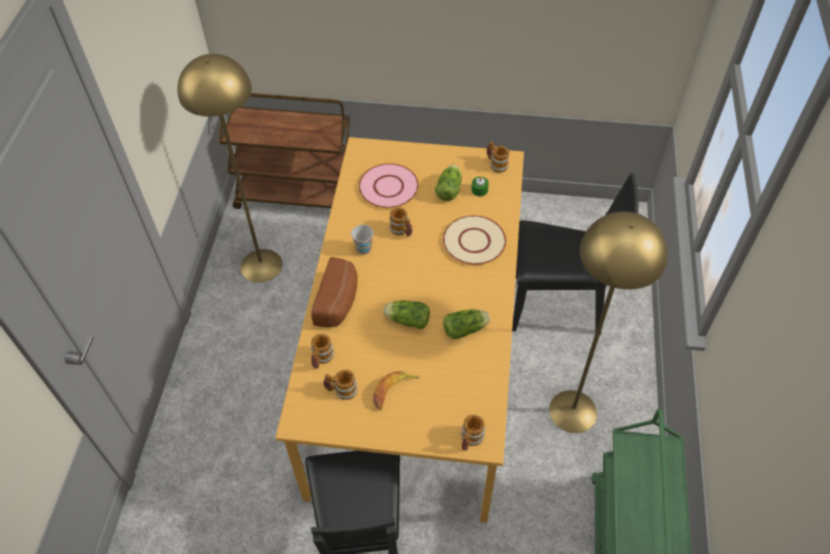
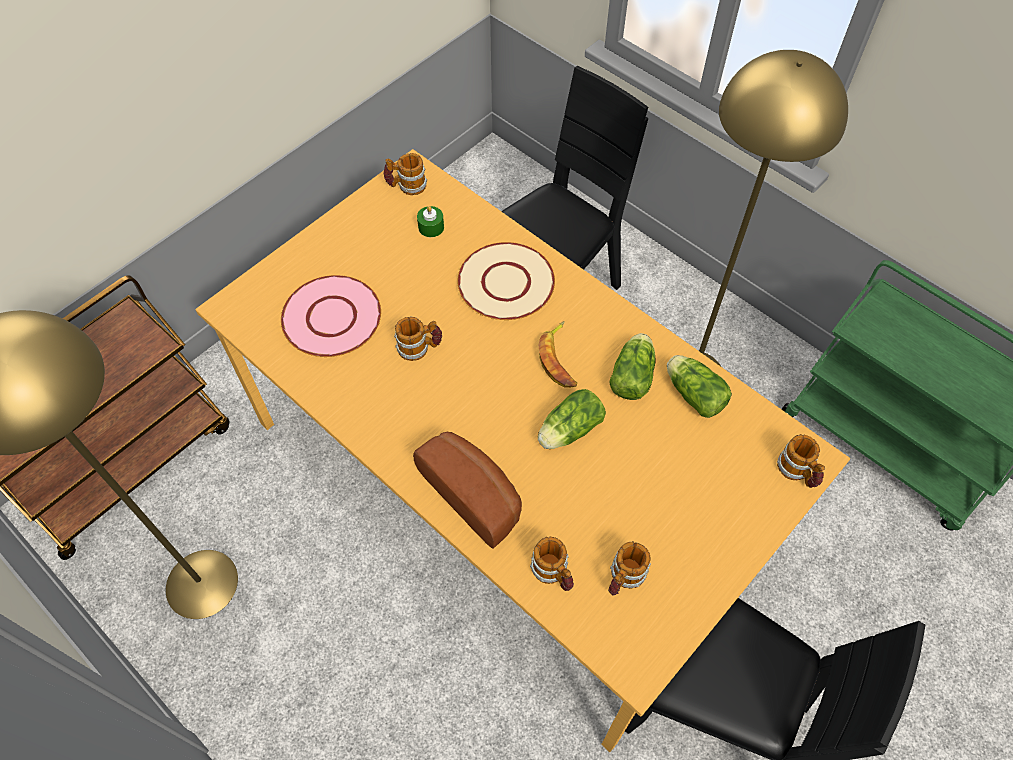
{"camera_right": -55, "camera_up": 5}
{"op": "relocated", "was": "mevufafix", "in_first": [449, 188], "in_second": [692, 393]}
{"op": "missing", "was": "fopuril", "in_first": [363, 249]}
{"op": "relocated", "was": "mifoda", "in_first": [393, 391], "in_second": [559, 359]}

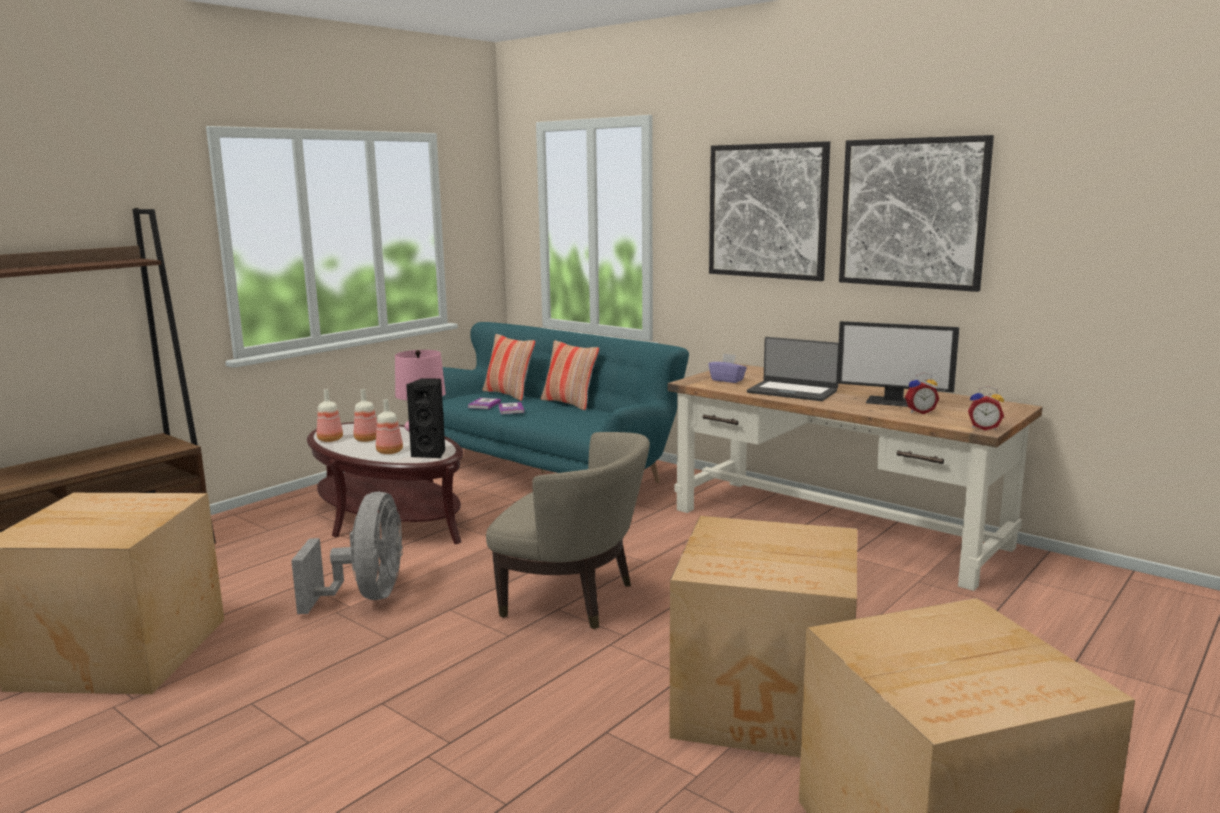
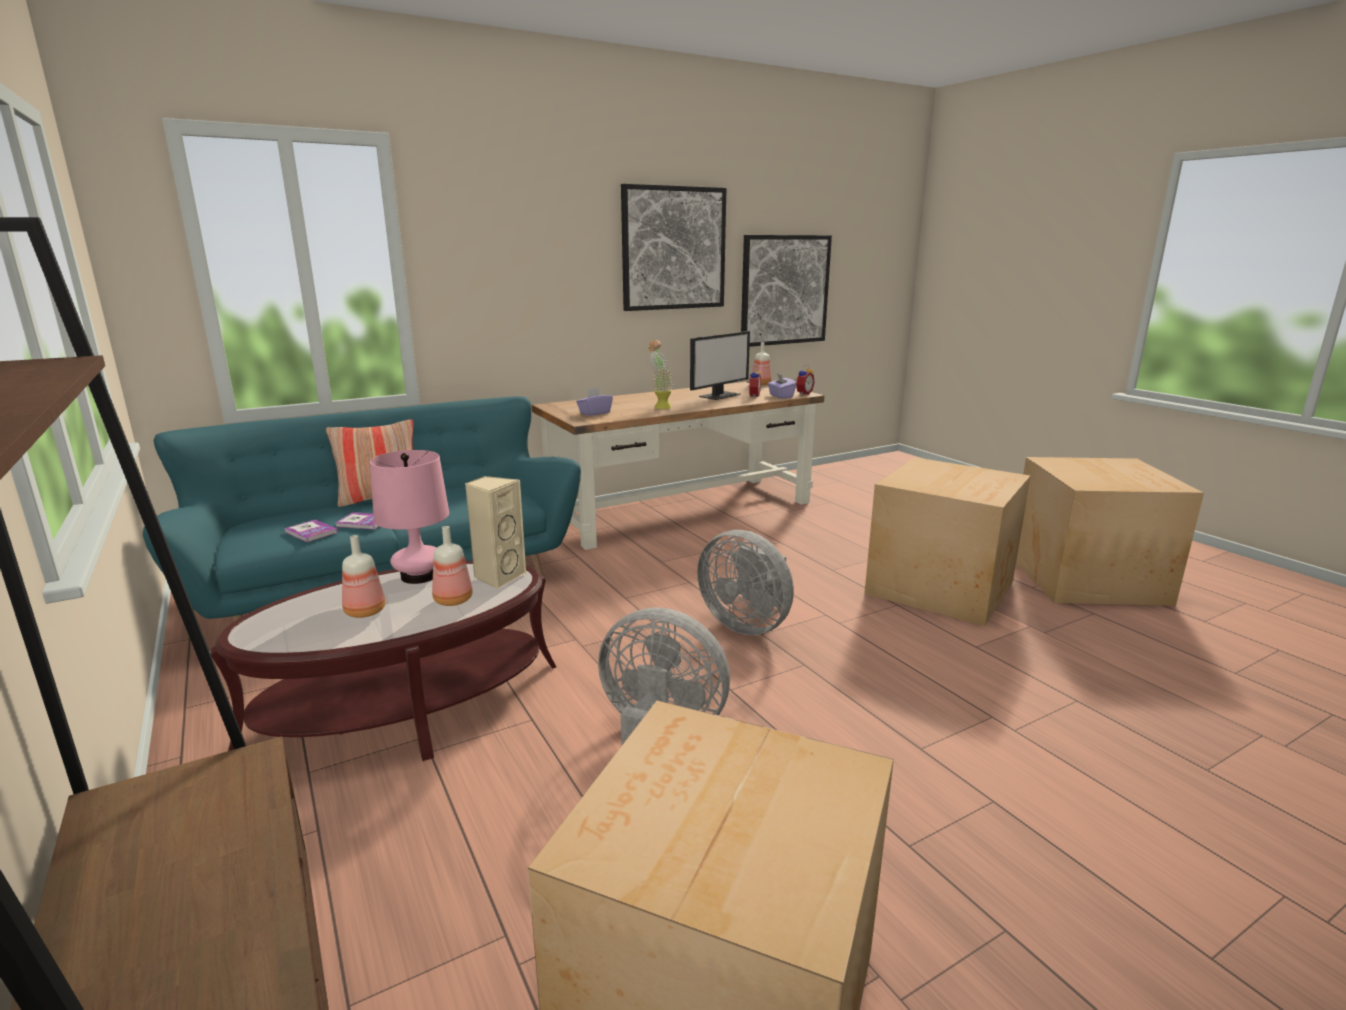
{"camera_right": -70, "camera_up": 5}
{"op": "relocated", "was": "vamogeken", "in_first": [767, 211], "in_second": [784, 290]}
{"op": "missing", "was": "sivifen", "in_first": [509, 394]}
{"op": "exchanged", "was": "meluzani", "now": "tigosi", "in_first": [792, 391], "in_second": [660, 406]}
{"op": "colour", "was": "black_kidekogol", "now": "beige_kidekogol", "in_first": [431, 453], "in_second": [498, 577]}
{"op": "relocated", "was": "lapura", "in_first": [329, 440], "in_second": [761, 384]}
{"op": "exchanged", "was": "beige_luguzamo", "now": "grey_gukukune", "in_first": [573, 600], "in_second": [747, 624]}
{"op": "appeared", "now": "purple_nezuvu", "in_second": [780, 396]}

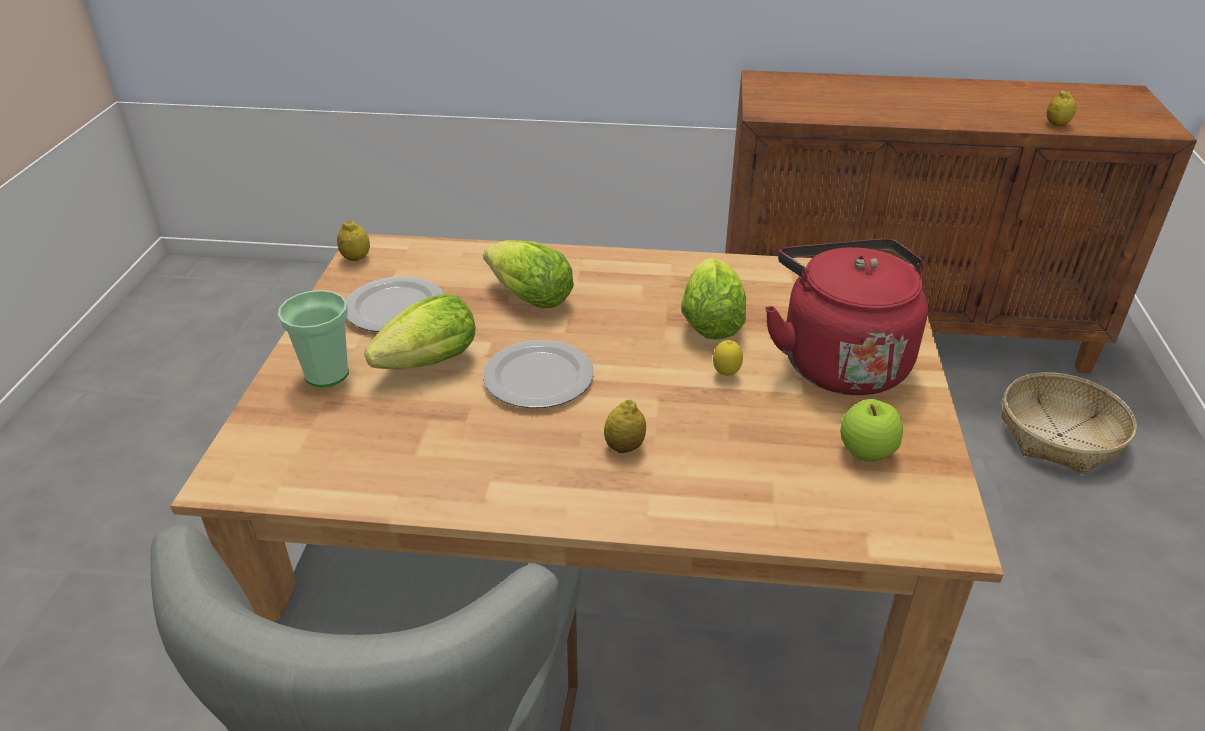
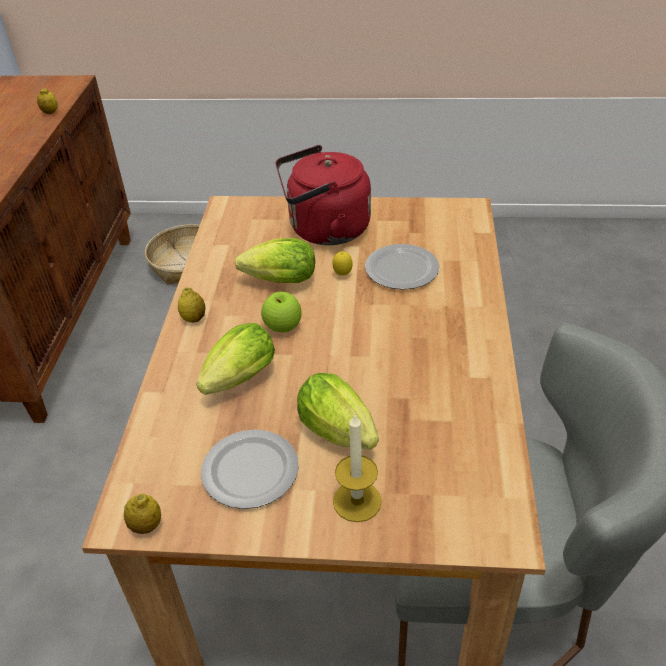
{"camera_right": -90, "camera_up": 5}
{"op": "exchanged", "was": "fopuril", "now": "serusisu", "in_first": [327, 374], "in_second": [357, 501]}
{"op": "relocated", "was": "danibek", "in_first": [540, 377], "in_second": [401, 269]}
{"op": "relocated", "was": "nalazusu", "in_first": [866, 453], "in_second": [283, 327]}
{"op": "relocated", "was": "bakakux", "in_first": [624, 447], "in_second": [194, 319]}

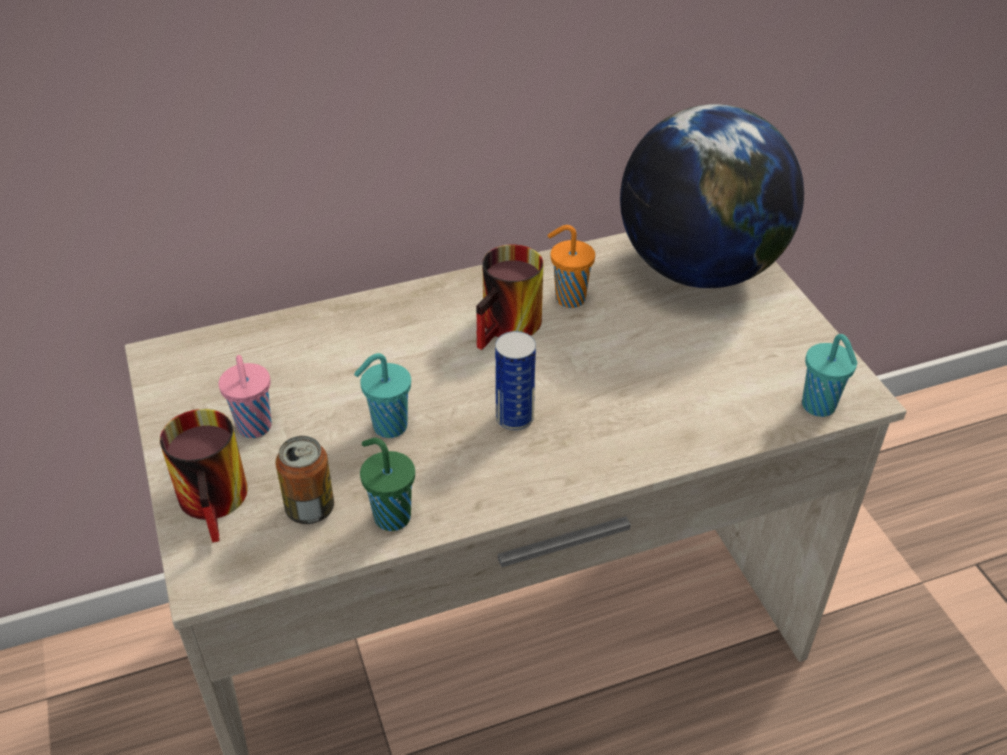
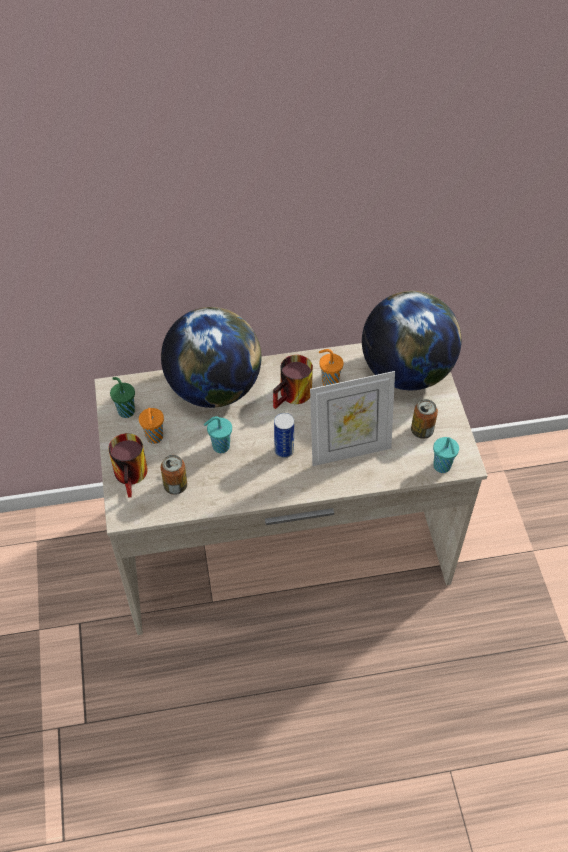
{"camera_right": 10, "camera_up": 10}
{"op": "colour", "was": "pink_fopuril", "now": "orange_fopuril", "in_first": [254, 428], "in_second": [154, 438]}
{"op": "relocated", "was": "green_fopuril", "in_first": [390, 516], "in_second": [125, 411]}
{"op": "appeared", "now": "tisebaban", "in_second": [214, 388]}
{"op": "appeared", "now": "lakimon", "in_second": [349, 450]}
{"op": "appeared", "now": "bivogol", "in_second": [422, 431]}

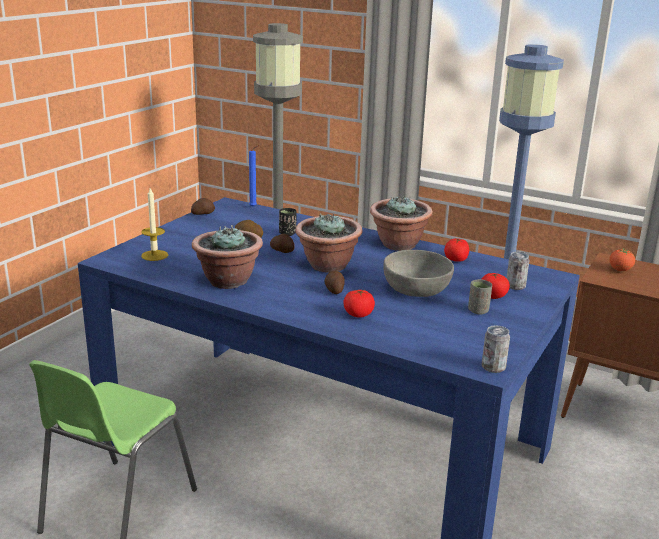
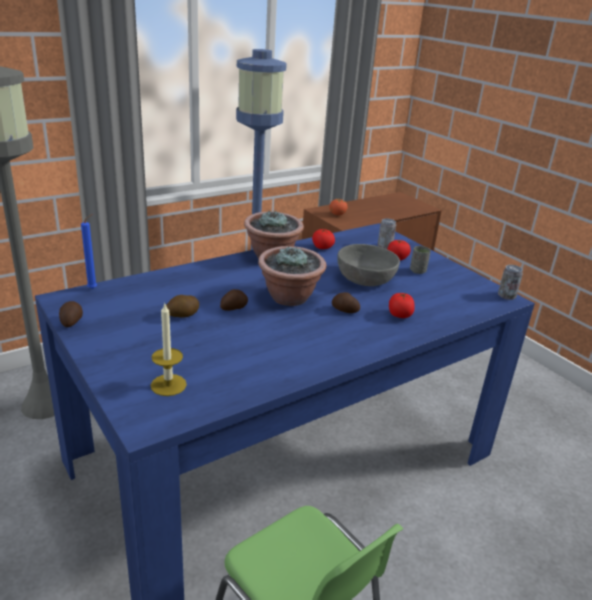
{"camera_right": -65, "camera_up": 5}
{"op": "missing", "was": "black_fopuril", "in_first": [287, 233]}
{"op": "missing", "was": "tigosi", "in_first": [228, 281]}

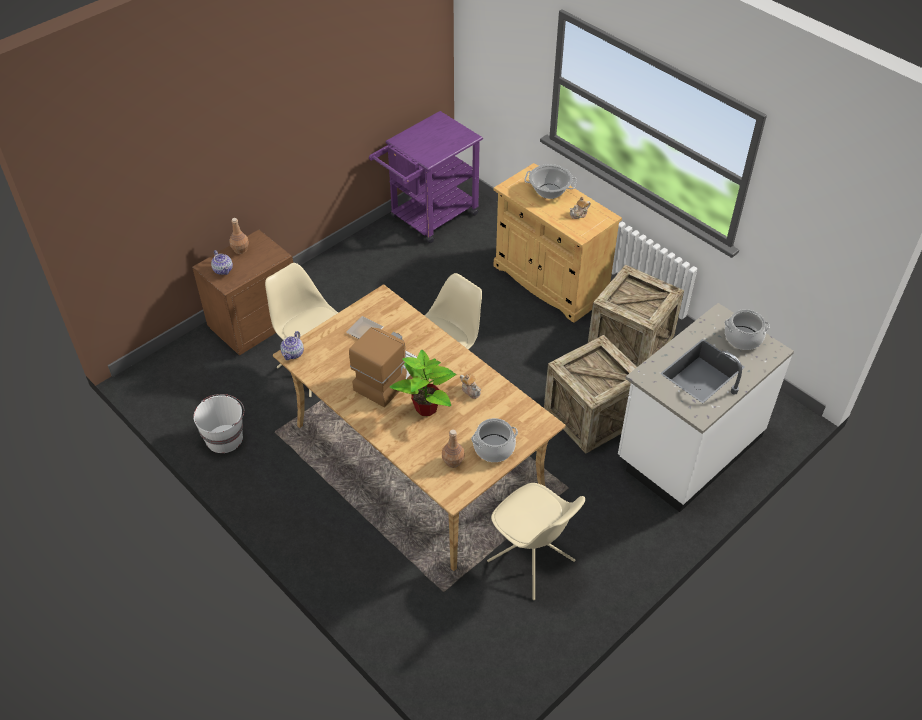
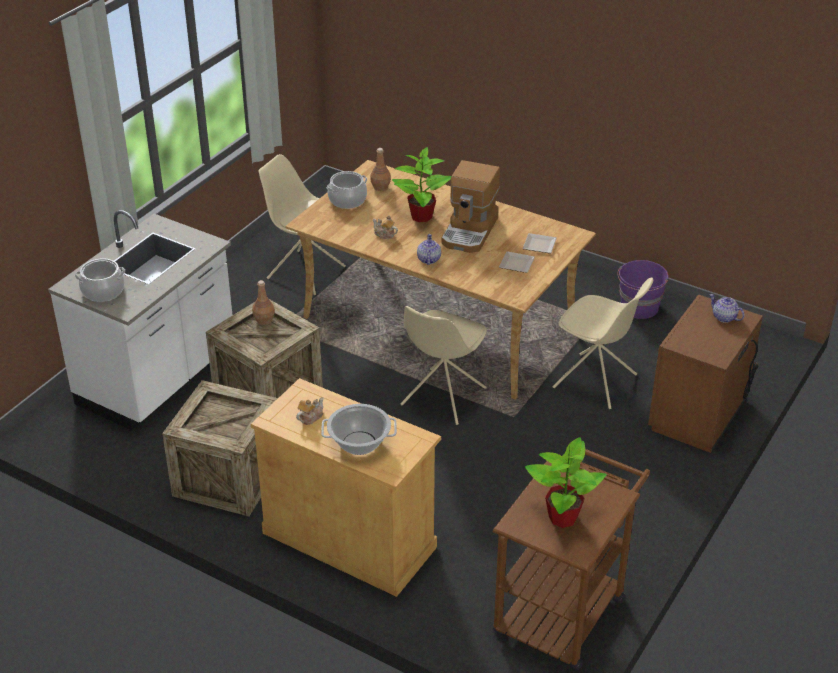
{"camera_right": 165, "camera_up": -10}
{"op": "colour", "was": "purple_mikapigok", "now": "brown_mikapigok", "in_first": [428, 218], "in_second": [564, 607]}
{"op": "relocated", "was": "brown_lapura", "in_first": [240, 249], "in_second": [264, 320]}
{"op": "relocated", "was": "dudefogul", "in_first": [293, 353], "in_second": [428, 259]}
{"op": "colour", "was": "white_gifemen", "now": "purple_gifemen", "in_first": [225, 438], "in_second": [639, 308]}
{"op": "appeared", "now": "danibek", "in_second": [538, 244]}
{"op": "appeared", "now": "tigosi", "in_second": [563, 517]}

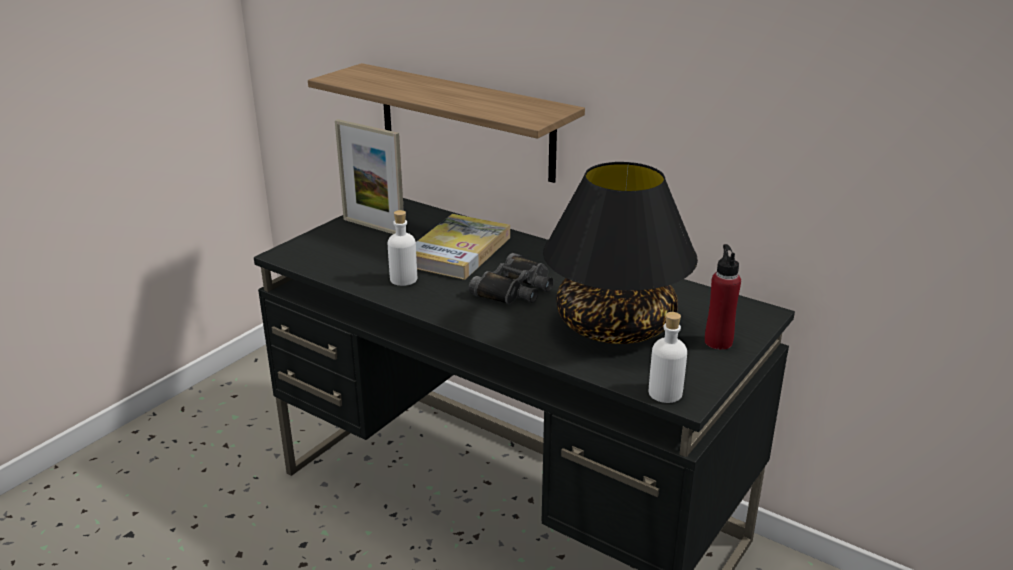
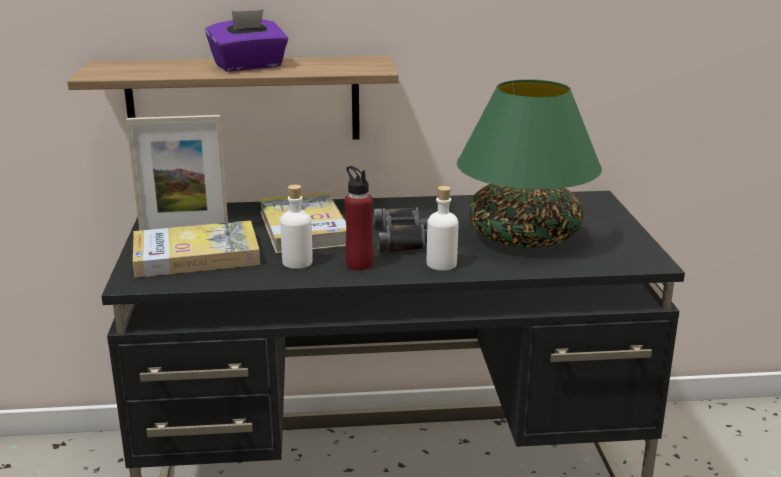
{"camera_right": -40, "camera_up": -5}
{"op": "colour", "was": "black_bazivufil", "now": "green_bazivufil", "in_first": [614, 326], "in_second": [524, 237]}
{"op": "relocated", "was": "red_lapura", "in_first": [718, 342], "in_second": [359, 265]}
{"op": "relocated", "was": "white_lapura", "in_first": [665, 393], "in_second": [441, 264]}
{"op": "appeared", "now": "purple_nezuvu", "in_second": [249, 66]}
{"op": "appeared", "now": "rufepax", "in_second": [196, 255]}

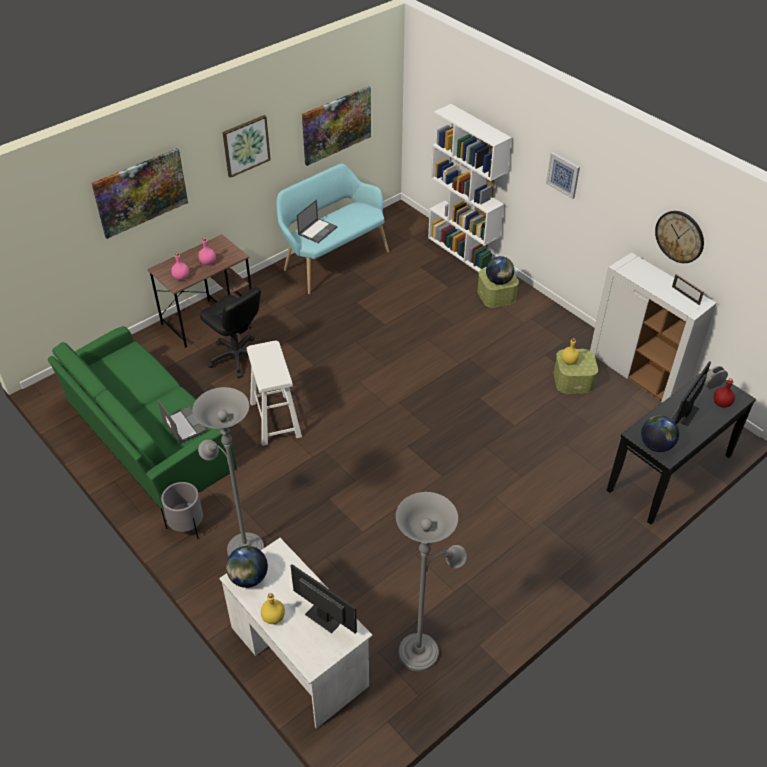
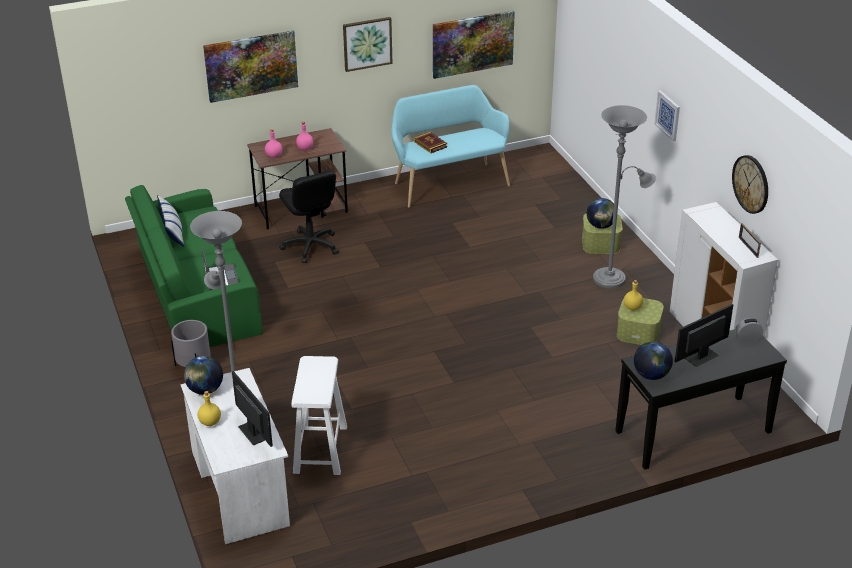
{"camera_right": 20, "camera_up": -10}
{"op": "missing", "was": "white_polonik", "in_first": [462, 251]}
{"op": "exchanged", "was": "meluzani", "now": "rufepax", "in_first": [317, 230], "in_second": [430, 144]}
{"op": "relocated", "was": "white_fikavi", "in_first": [275, 420], "in_second": [320, 450]}
{"op": "missing", "was": "red_lapura", "in_first": [721, 403]}
{"op": "relocated", "was": "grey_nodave", "in_first": [422, 649], "in_second": [613, 278]}
{"op": "appeared", "now": "sivifen", "in_second": [172, 231]}

